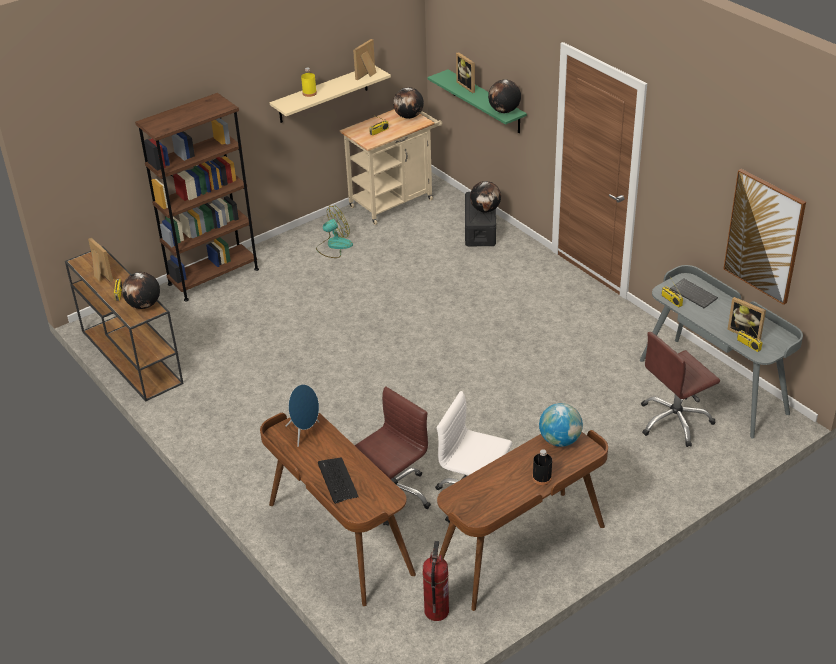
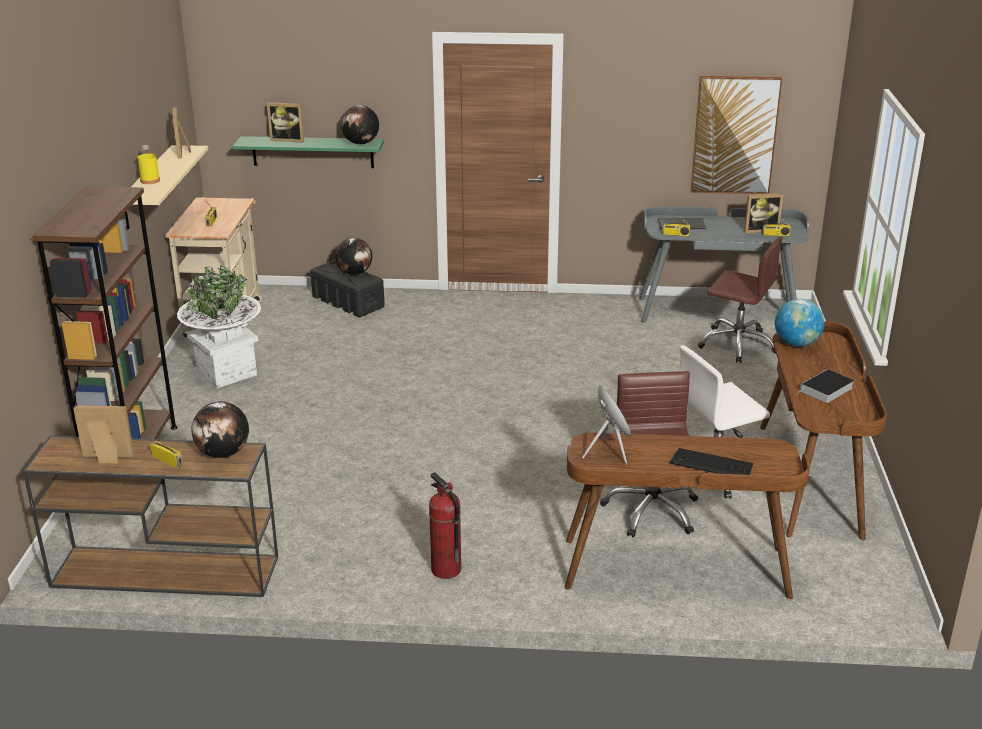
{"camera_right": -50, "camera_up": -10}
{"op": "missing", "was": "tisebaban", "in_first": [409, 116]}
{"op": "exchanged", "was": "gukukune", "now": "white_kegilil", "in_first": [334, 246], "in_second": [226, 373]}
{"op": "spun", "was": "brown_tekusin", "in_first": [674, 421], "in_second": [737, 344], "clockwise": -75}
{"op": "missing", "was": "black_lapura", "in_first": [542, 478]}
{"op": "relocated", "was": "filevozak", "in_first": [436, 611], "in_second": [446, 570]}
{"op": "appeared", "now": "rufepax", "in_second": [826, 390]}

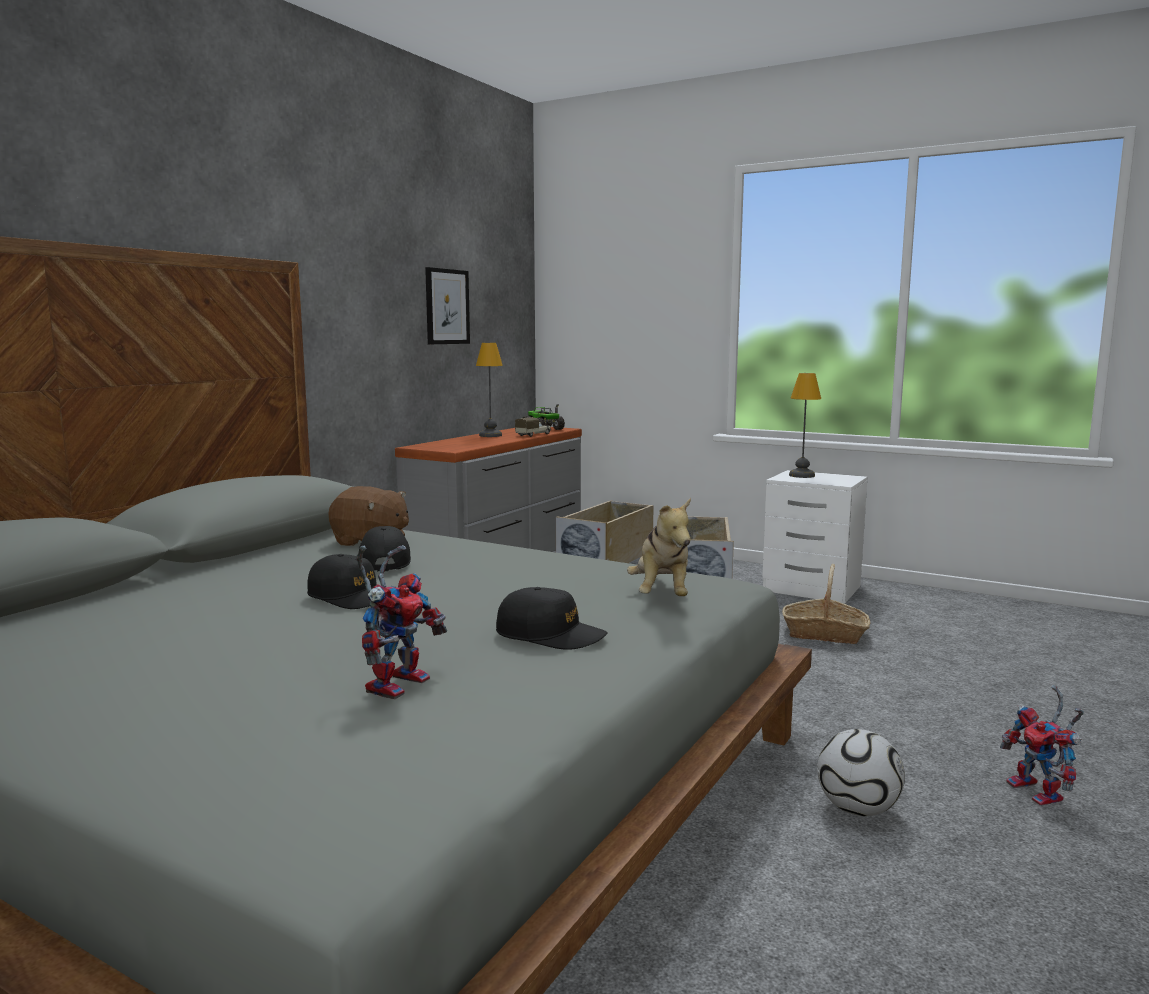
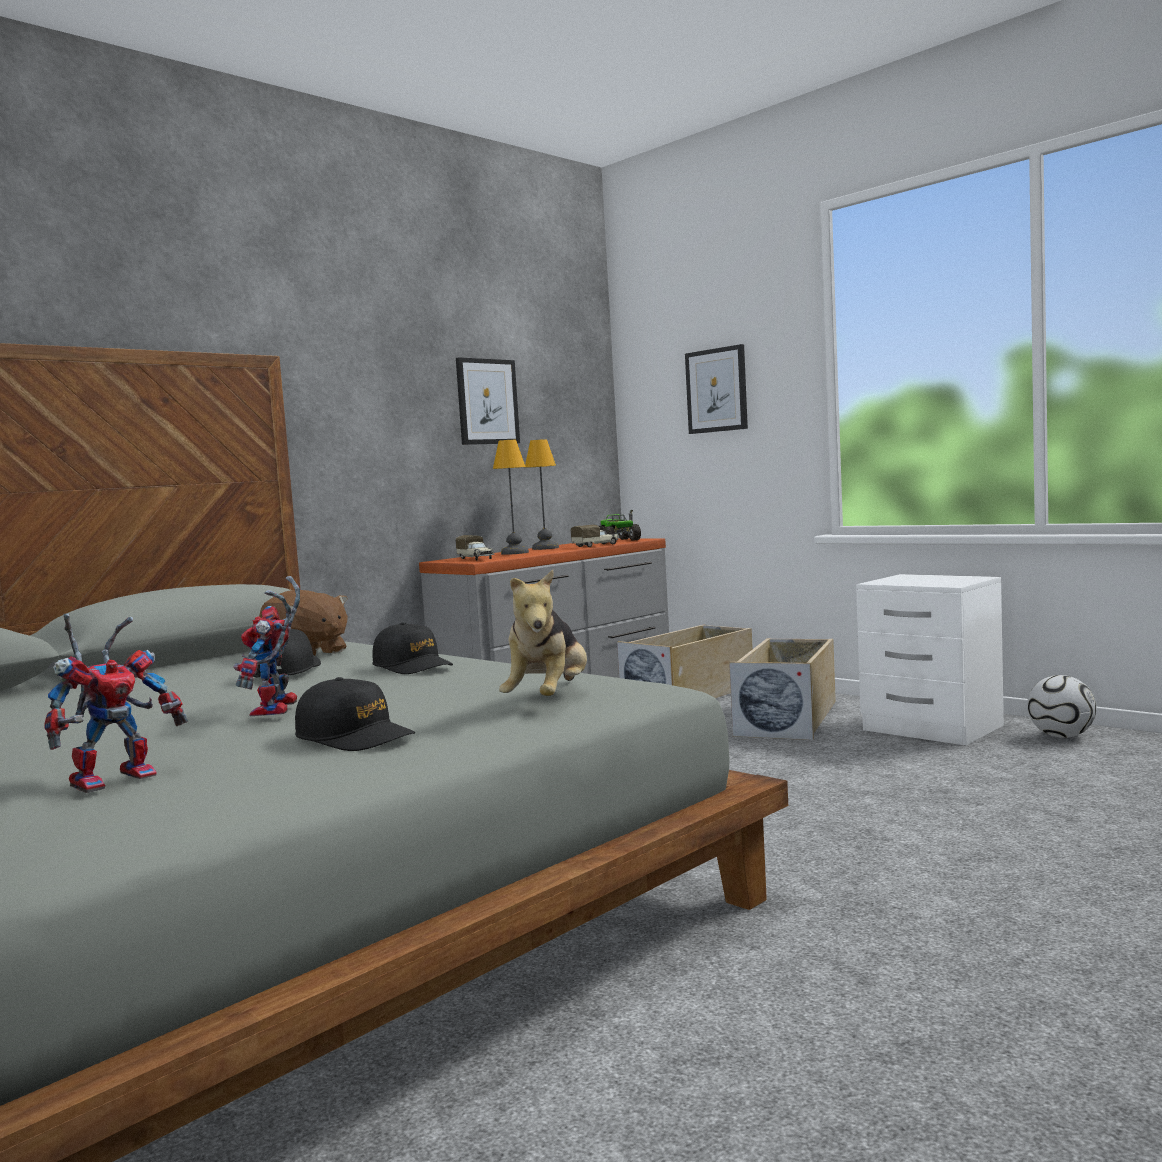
{"camera_right": 15, "camera_up": -5}
{"op": "relocated", "was": "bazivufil", "in_first": [802, 475], "in_second": [514, 553]}
{"op": "relocated", "was": "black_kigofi", "in_first": [351, 597], "in_second": [413, 666]}
{"op": "missing", "was": "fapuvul", "in_first": [824, 634]}
{"op": "relocated", "was": "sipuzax", "in_first": [1041, 794], "in_second": [277, 710]}
{"op": "relocated", "was": "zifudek", "in_first": [858, 810], "in_second": [1061, 736]}
{"op": "appeared", "now": "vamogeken", "in_second": [716, 390]}
{"op": "appeared", "now": "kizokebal", "in_second": [476, 559]}

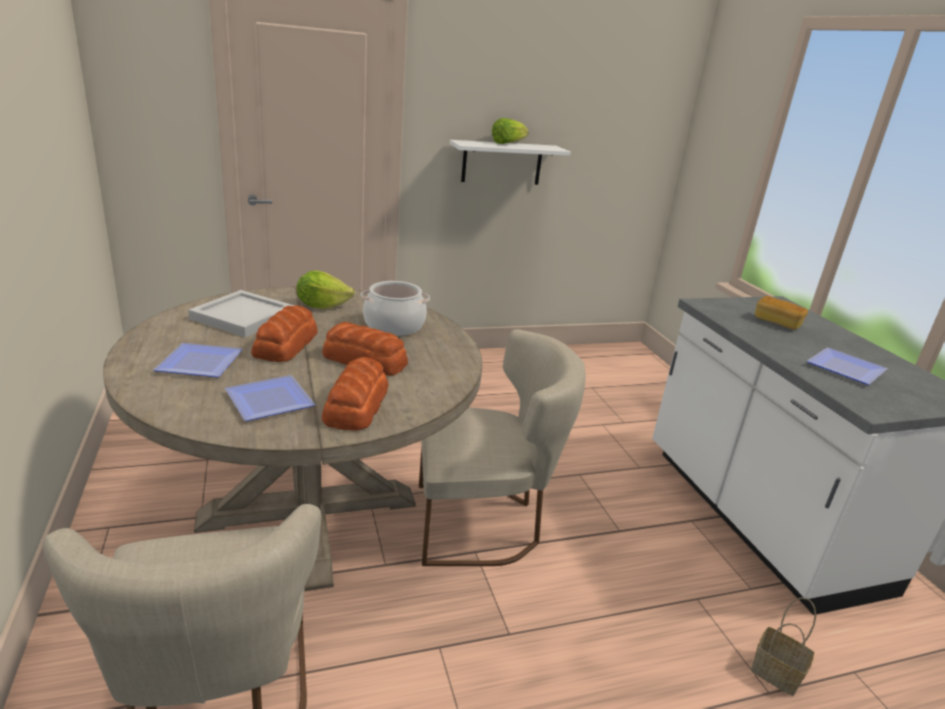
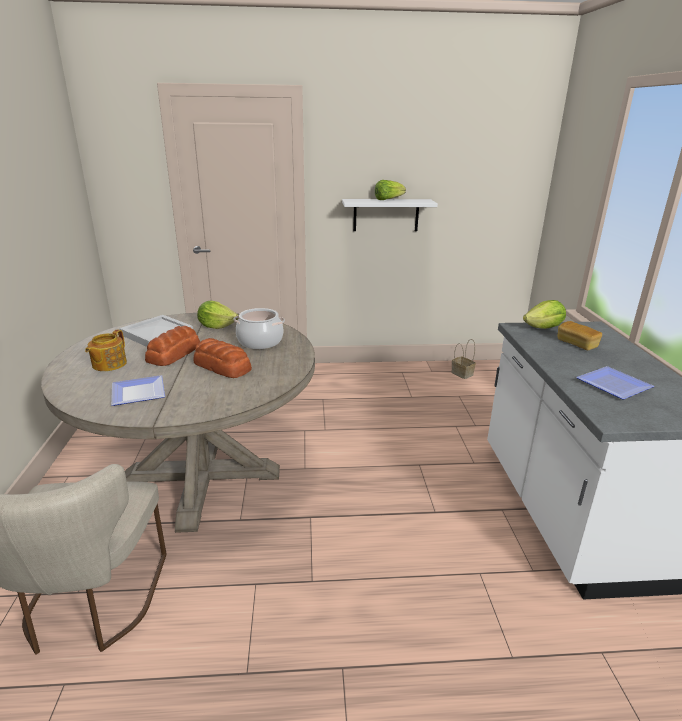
{"camera_right": 15, "camera_up": 0}
{"op": "missing", "was": "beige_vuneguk", "in_first": [483, 523]}
{"op": "exchanged", "was": "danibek", "now": "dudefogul", "in_first": [199, 362], "in_second": [108, 364]}
{"op": "missing", "was": "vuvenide", "in_first": [355, 405]}
{"op": "relocated", "was": "fapuvul", "in_first": [774, 672], "in_second": [461, 373]}
{"op": "appeared", "now": "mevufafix", "in_second": [543, 328]}

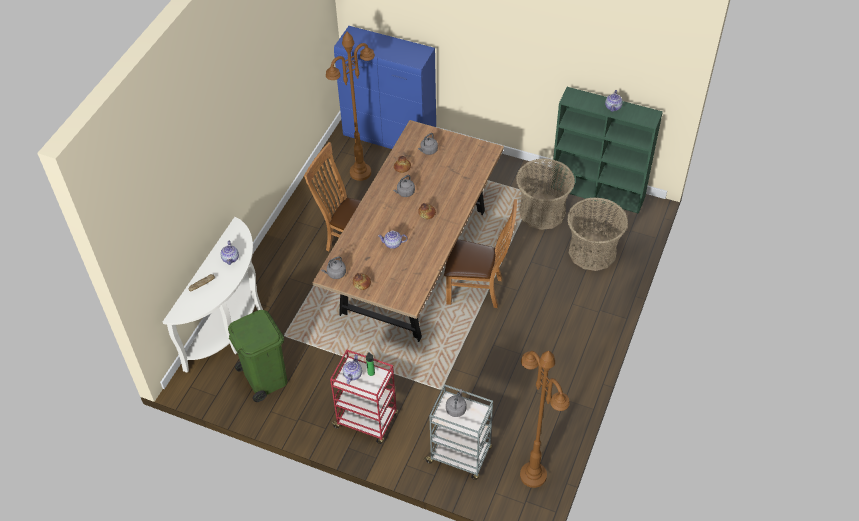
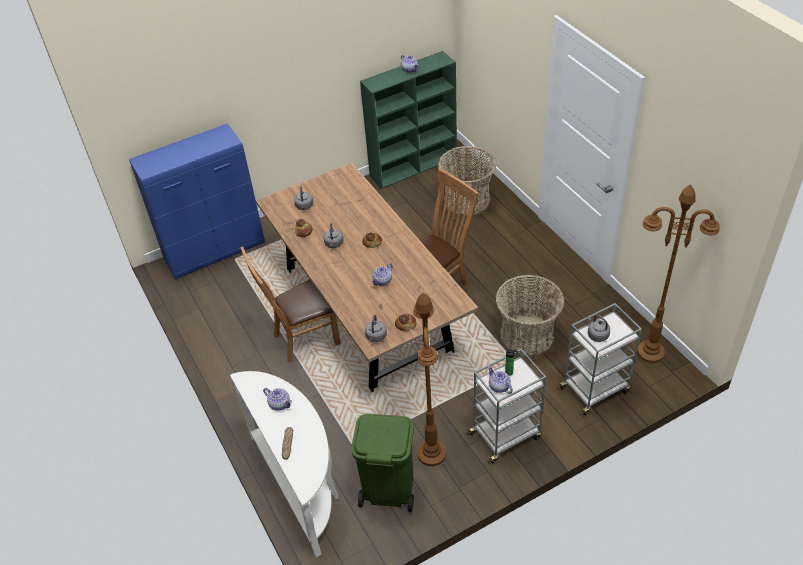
{"camera_right": -50, "camera_up": -5}
{"op": "relocated", "was": "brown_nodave", "in_first": [360, 172], "in_second": [431, 453]}
{"op": "relocated", "was": "fapuvul", "in_first": [542, 212], "in_second": [527, 336]}
{"op": "colour", "was": "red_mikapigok", "now": "grey_mikapigok", "in_first": [367, 421], "in_second": [505, 435]}

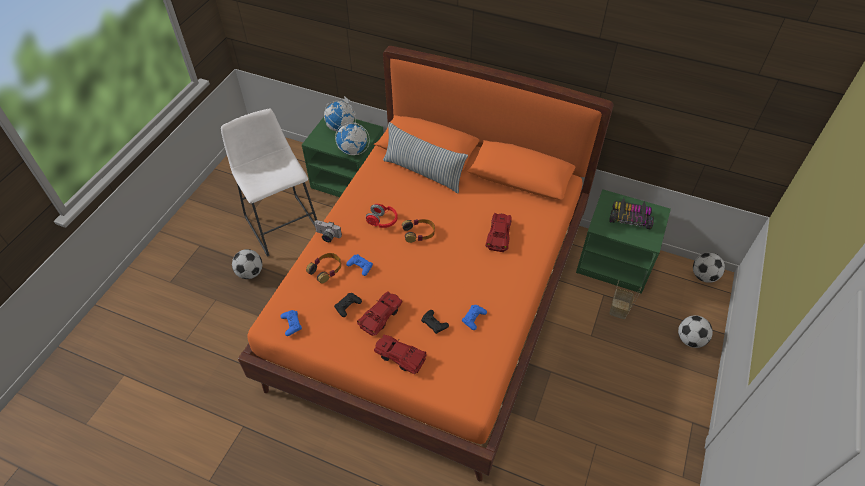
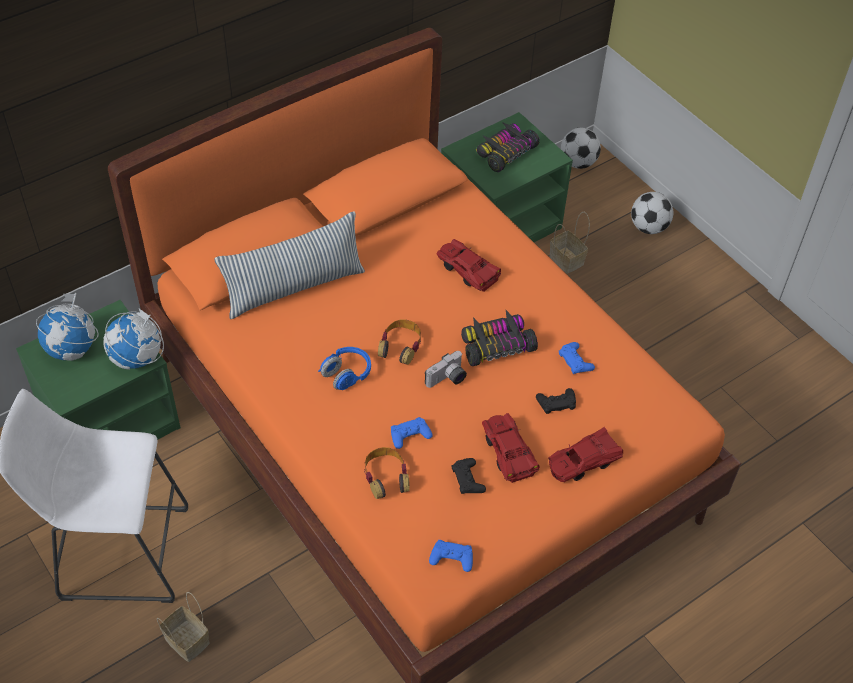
{"camera_right": -60, "camera_up": 0}
{"op": "colour", "was": "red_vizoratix", "now": "blue_vizoratix", "in_first": [382, 221], "in_second": [346, 374]}
{"op": "relocated", "was": "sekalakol", "in_first": [327, 236], "in_second": [447, 379]}
{"op": "exchanged", "was": "zifudek", "now": "fapuvul", "in_first": [250, 273], "in_second": [185, 640]}
{"op": "appeared", "now": "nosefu", "in_second": [496, 344]}

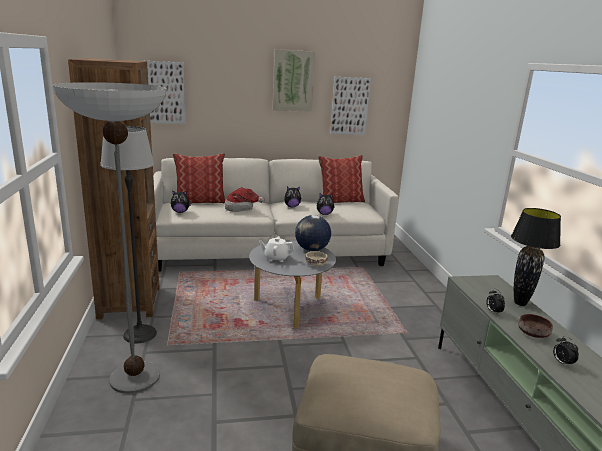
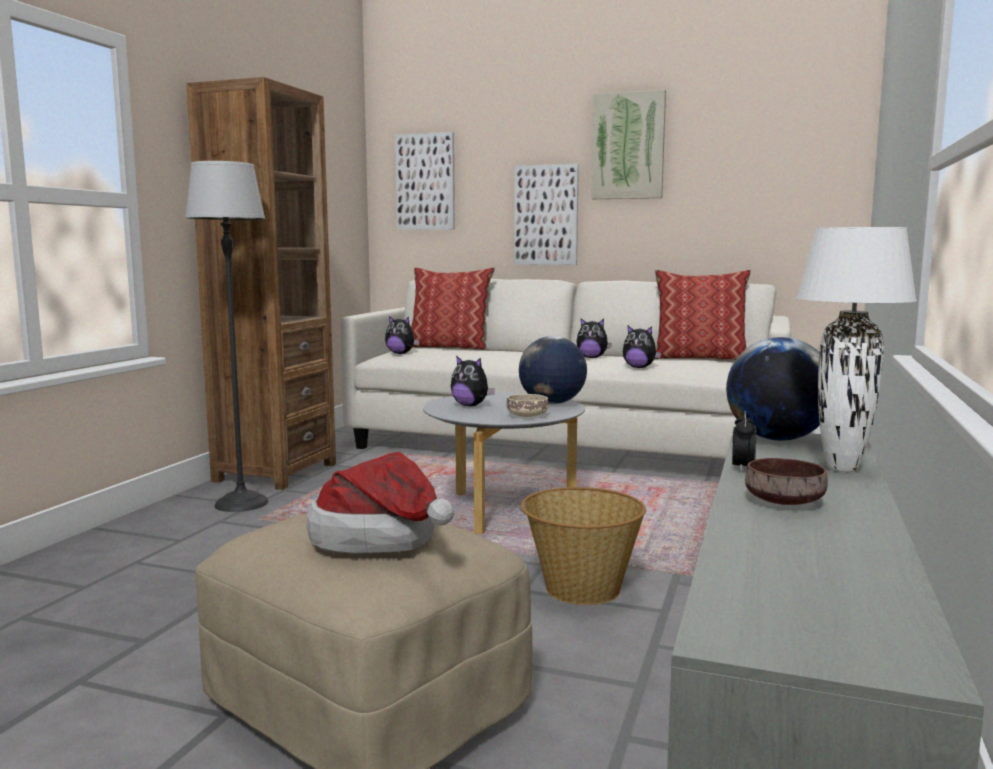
{"camera_right": 30, "camera_up": -10}
{"op": "relocated", "was": "vamogeken", "in_first": [349, 106], "in_second": [546, 215]}
{"op": "missing", "was": "nodave", "in_first": [135, 377]}
{"op": "relocated", "was": "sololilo", "in_first": [241, 208], "in_second": [382, 539]}
{"op": "colour", "was": "black_bazivufil", "now": "white_bazivufil", "in_first": [520, 303], "in_second": [841, 469]}
{"op": "exchanged", "was": "white_dudefogul", "now": "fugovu", "in_first": [276, 258], "in_second": [470, 405]}
{"op": "missing", "was": "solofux", "in_first": [562, 363]}
{"op": "appeared", "now": "tisebaban", "in_second": [776, 439]}
{"op": "appeared", "now": "fapuvul", "in_second": [581, 588]}

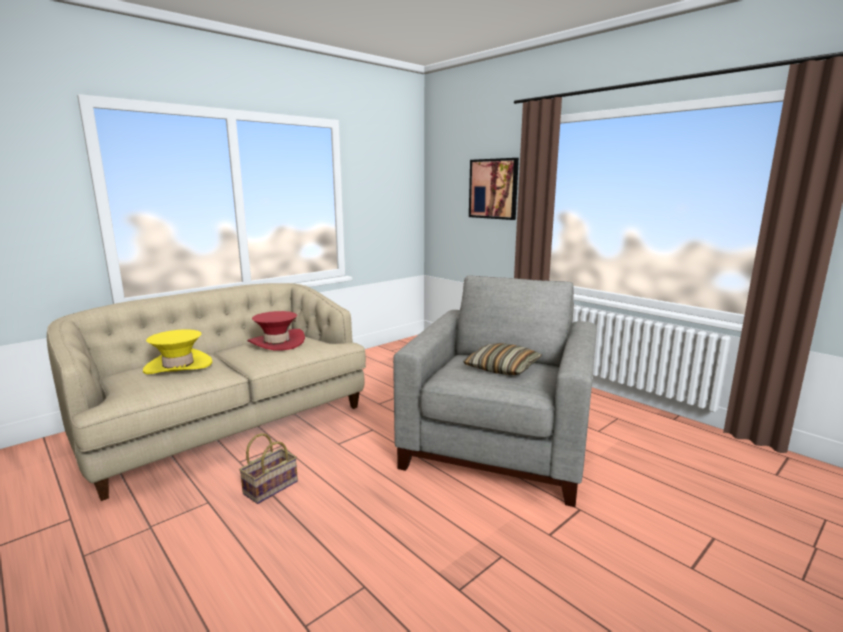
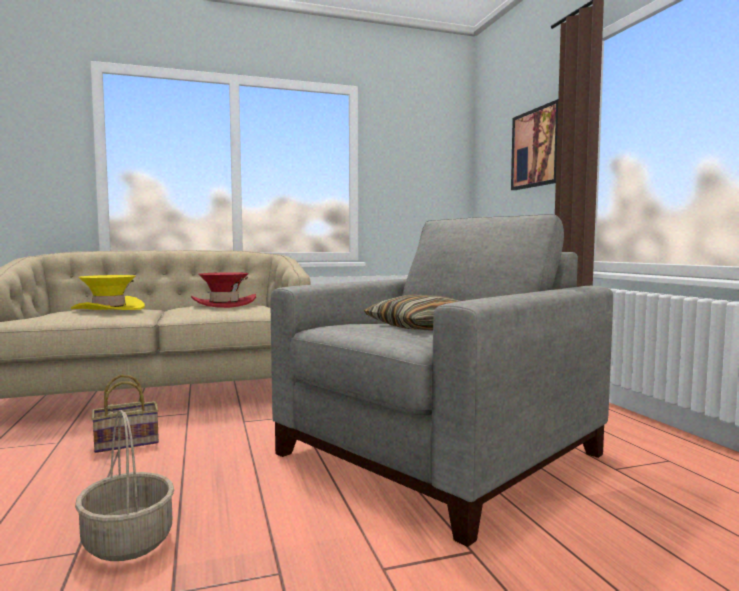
{"camera_right": 25, "camera_up": -10}
{"op": "appeared", "now": "fapuvul", "in_second": [127, 541]}

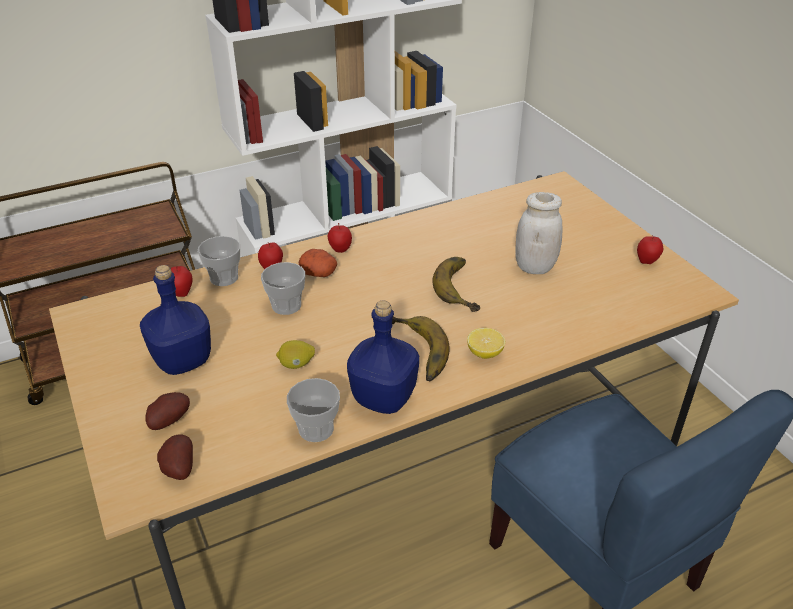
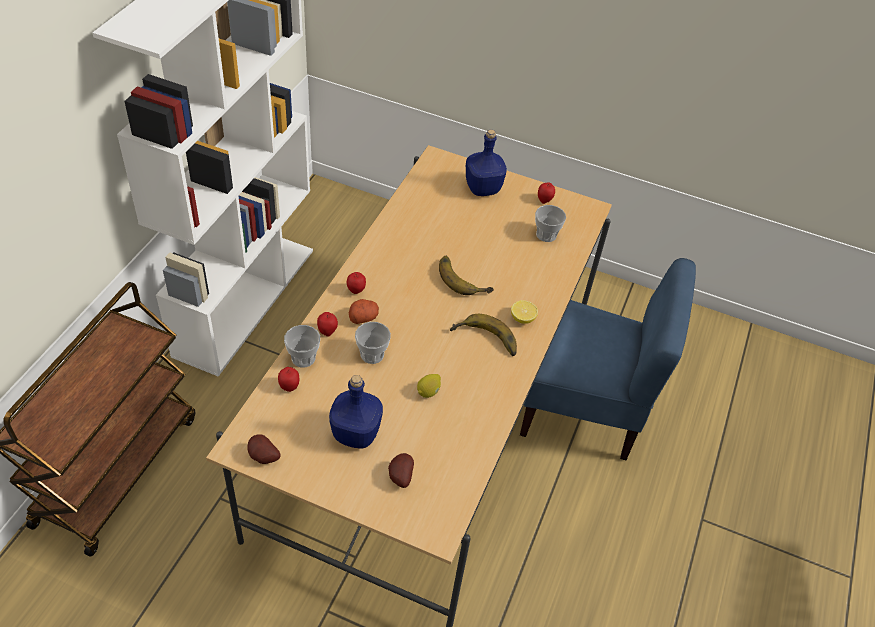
{"camera_right": -45, "camera_up": 10}
{"op": "missing", "was": "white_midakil", "in_first": [534, 267]}
{"op": "relocated", "was": "blue_lapura", "in_first": [383, 399], "in_second": [483, 189]}
{"op": "relocated", "was": "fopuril", "in_first": [316, 429], "in_second": [546, 235]}
{"op": "relocated", "was": "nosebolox", "in_first": [177, 469], "in_second": [263, 457]}

